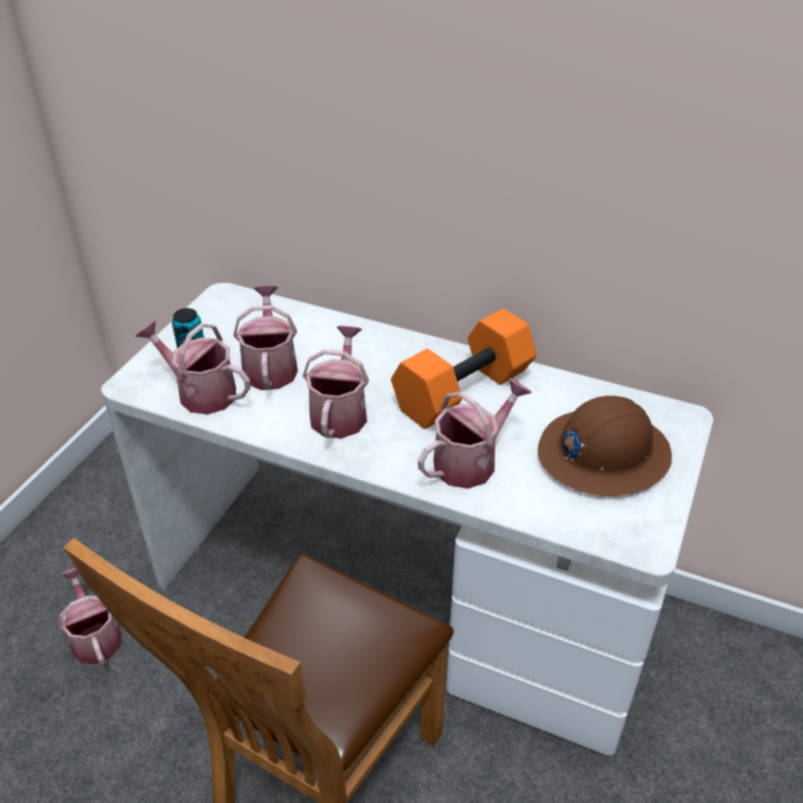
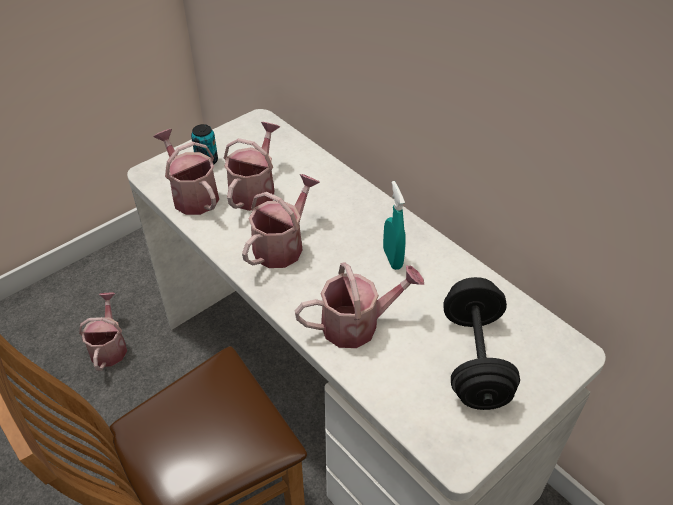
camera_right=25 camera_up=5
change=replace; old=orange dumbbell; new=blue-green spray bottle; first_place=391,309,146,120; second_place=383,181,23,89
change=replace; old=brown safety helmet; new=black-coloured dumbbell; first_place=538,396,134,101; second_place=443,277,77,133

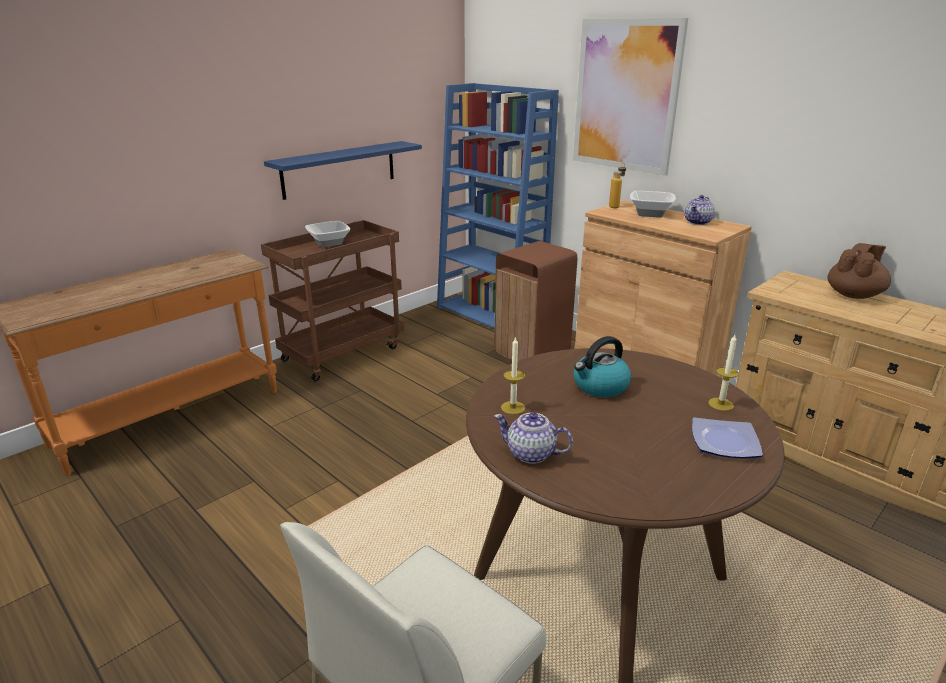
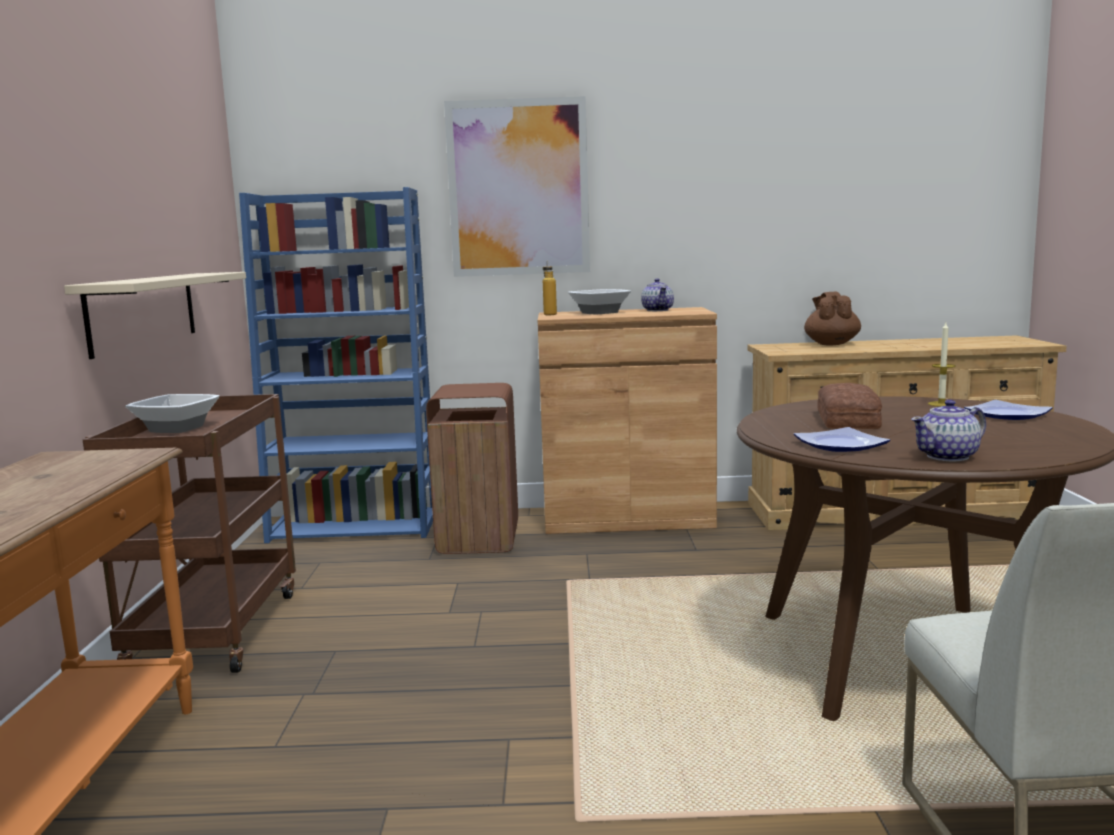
camera_right=-45 camera_up=-15
change=recolor; old=blue bracket shelf; new=beige-coloured bracket shelf; first_place=264,141,158,59; second_place=64,272,182,87
change=replace; old=wax candle; new=flat dish; first_place=501,336,24,79; second_place=794,427,96,25
change=replace; old=kettle; new=bread; first_place=573,336,58,61; second_place=817,383,65,46

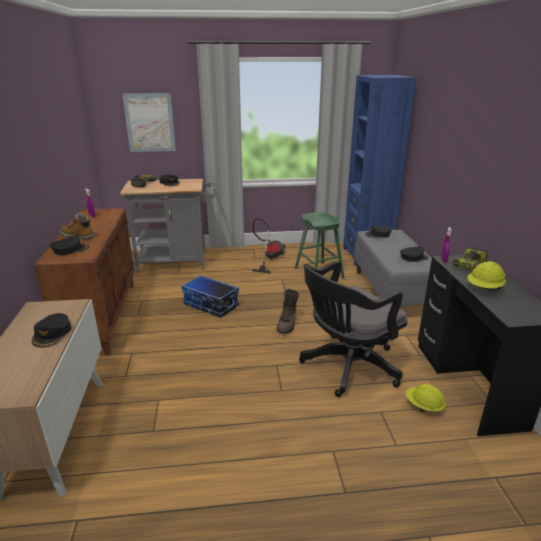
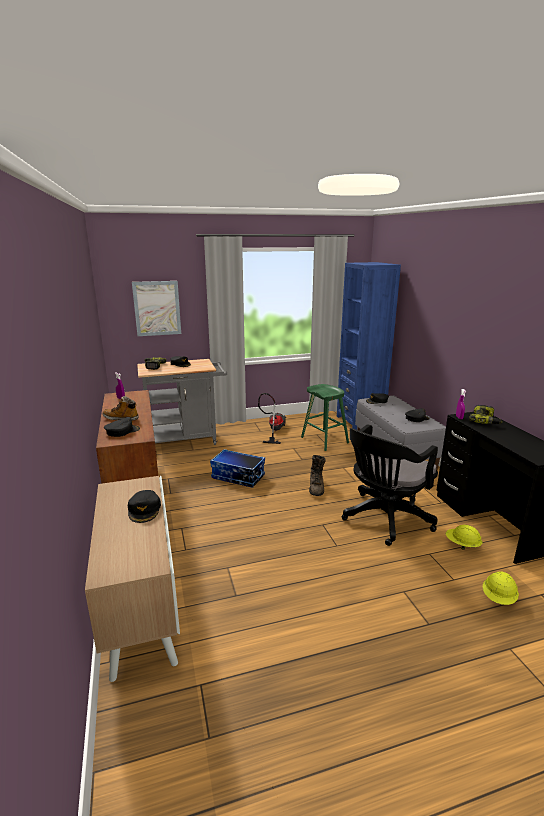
camera_right=-10 camera_up=-5
change=move; old=yellow safety helmet; first_place=467,261,39,30; second_place=483,571,36,34

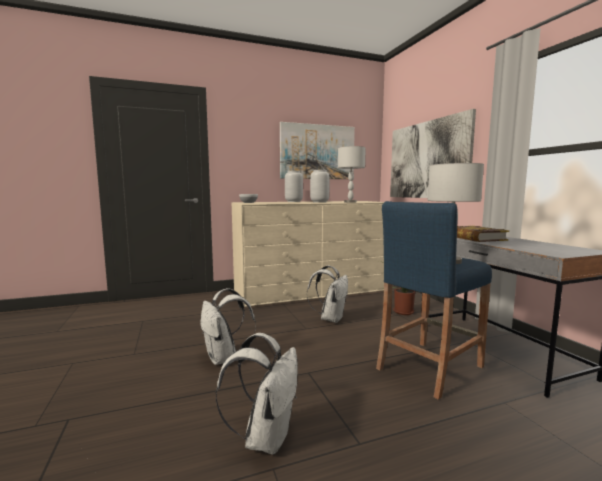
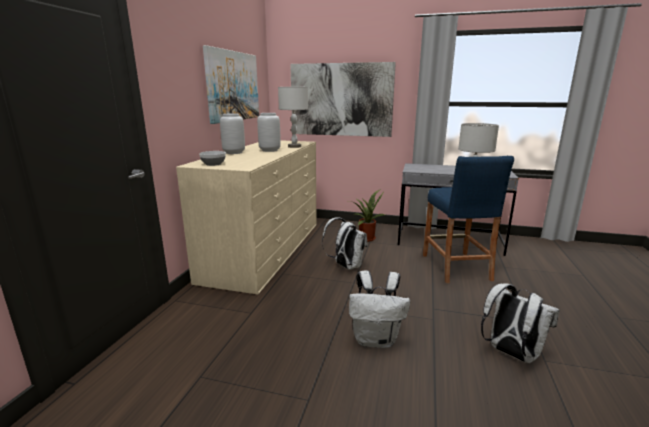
camera_right=-55 camera_up=10
change=delete; old=book; first_place=457,226,52,16

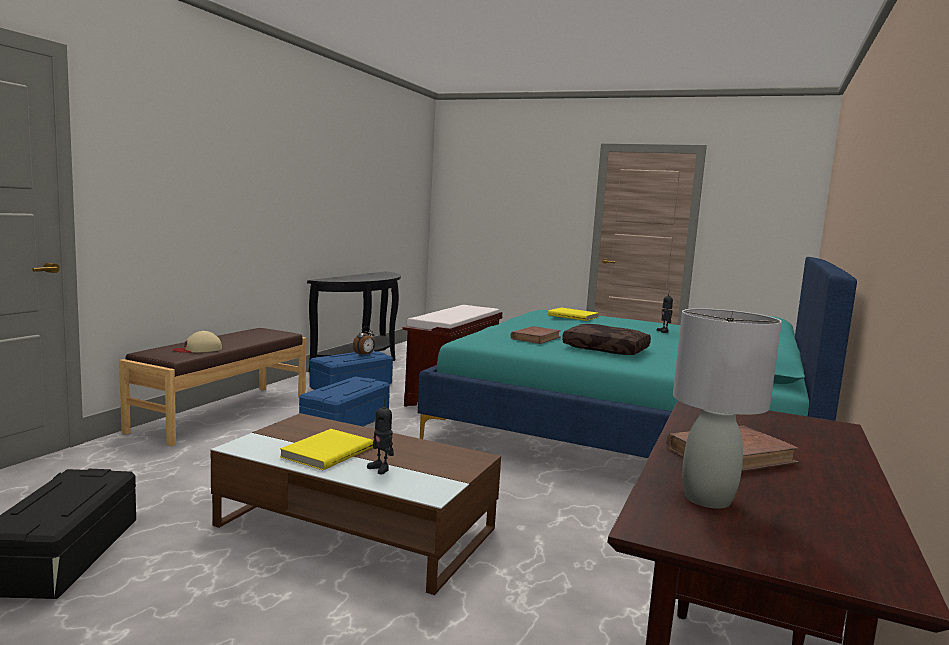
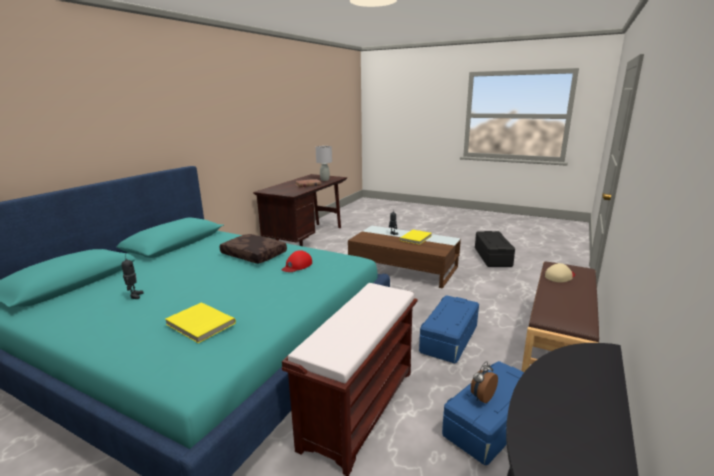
camera_right=-175 camera_up=10
change=replace; old=brown book; new=red-coloured peaked cap; first_place=511,326,50,18; second_place=281,250,31,22

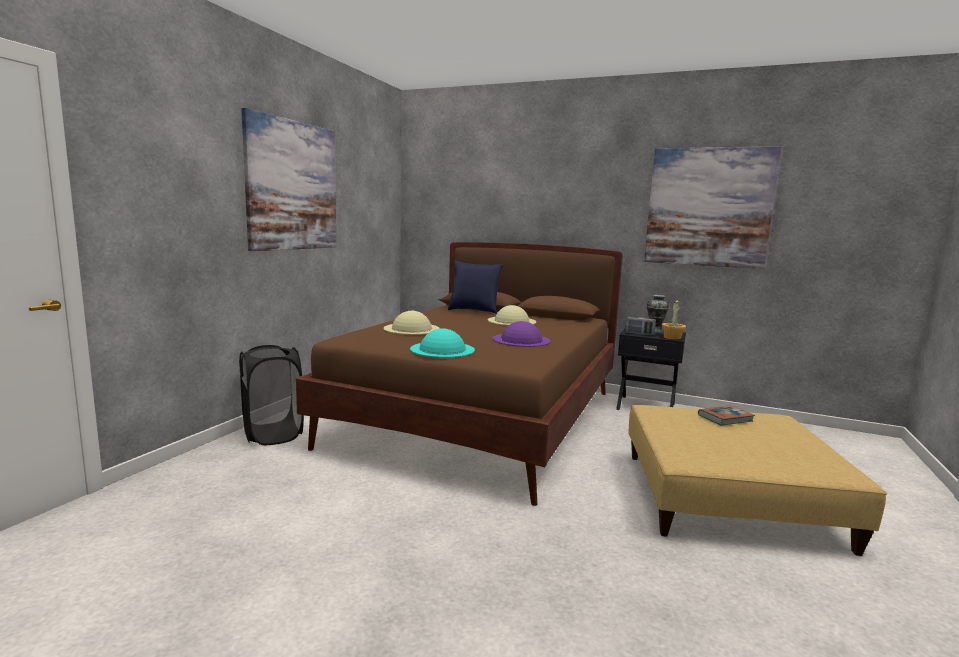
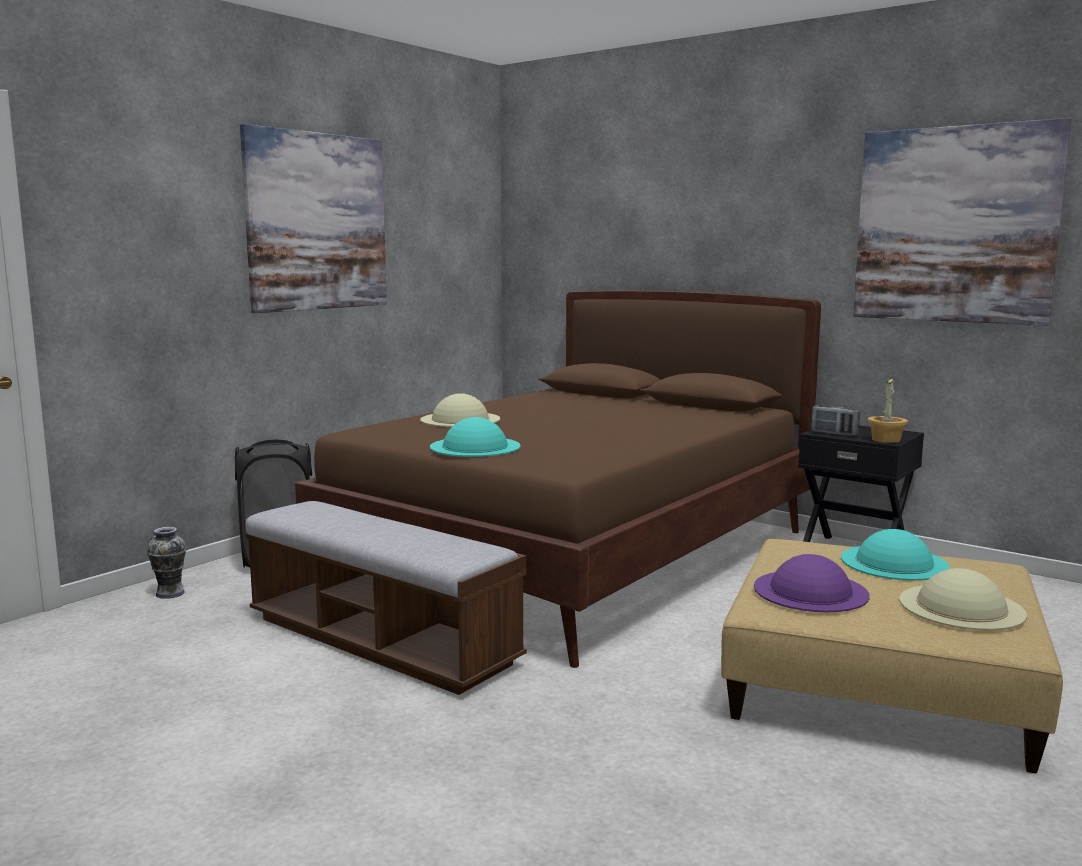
camera_right=15 camera_up=0
change=delete; old=blue cushion; first_place=448,261,55,53
change=move; old=beige-coloured wearable hat; first_place=488,305,48,21; second_place=899,568,128,63
change=move; old=purple-coloured wearable hat; first_place=493,321,58,26; second_place=754,554,116,58
change=move; old=flower vase; first_place=646,295,23,39; second_place=147,527,40,72
change=replace; old=book; new=blue-green wearable hat; first_place=698,405,57,21; second_place=841,529,109,52
change=insert; new=bench; second_place=244,501,283,194

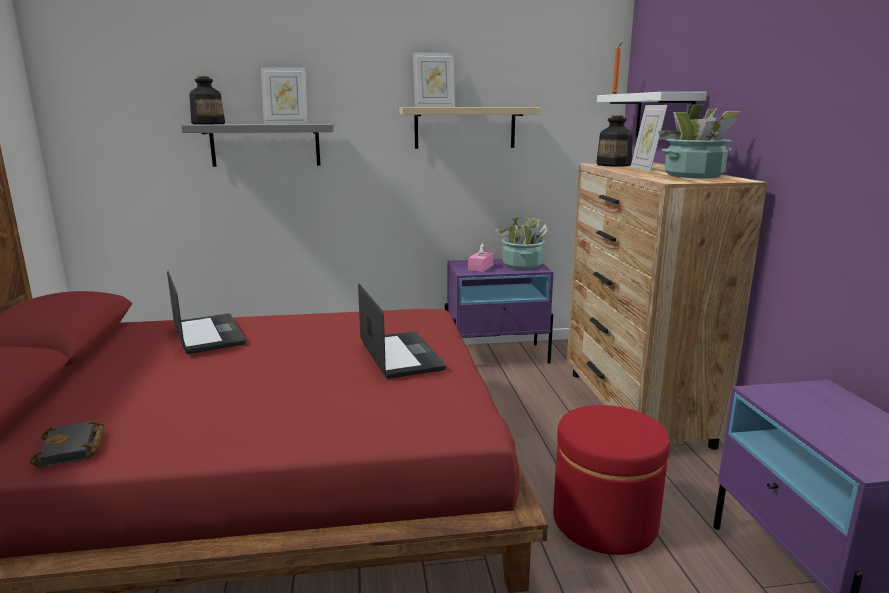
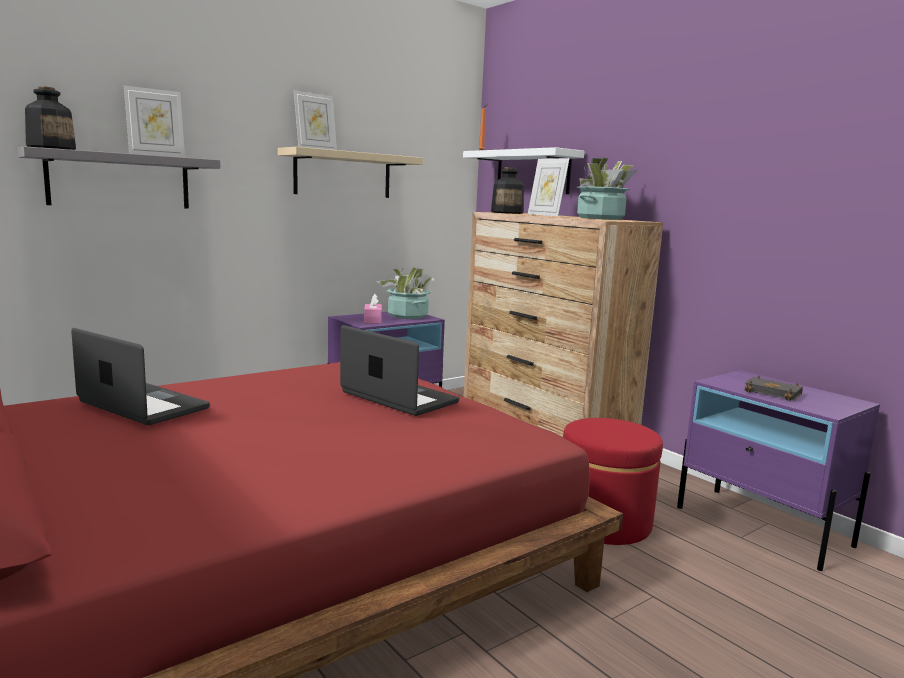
camera_right=-30 camera_up=-5
change=move; old=black-coloured book; first_place=29,420,75,48; second_place=744,375,59,26

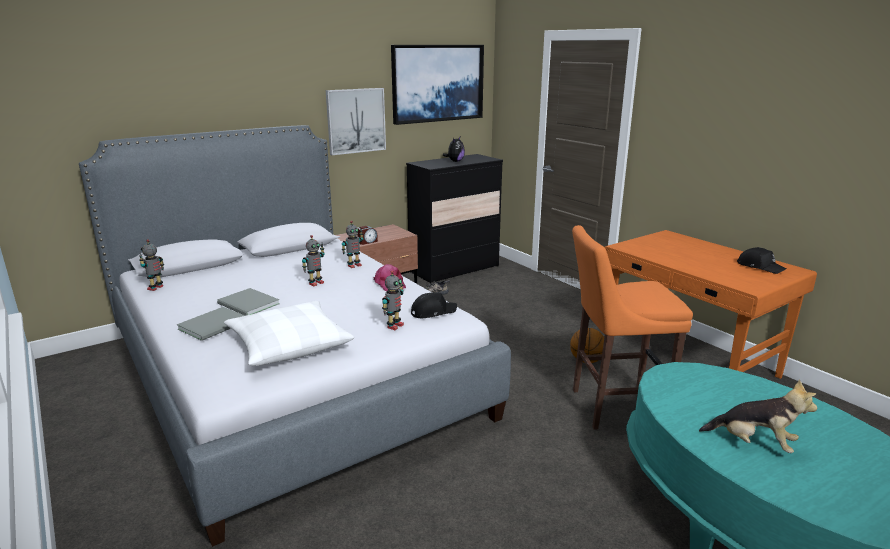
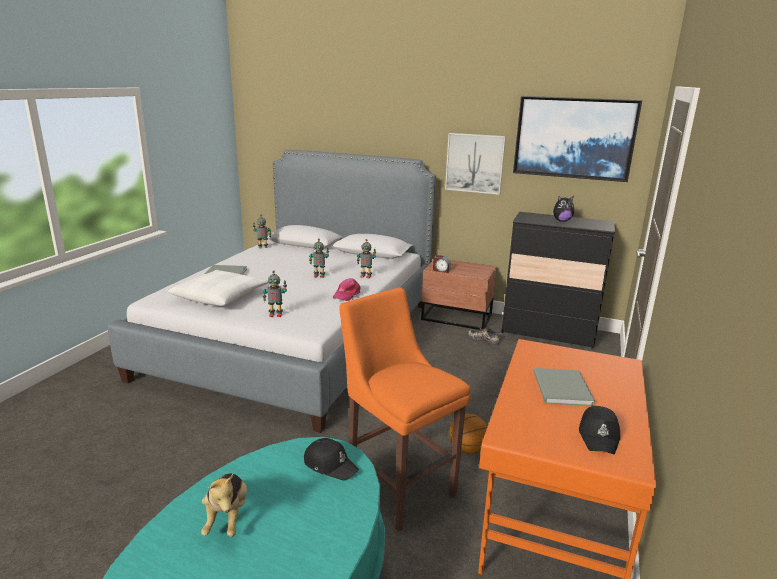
camera_right=55 camera_up=0
change=move; old=gray book; first_place=217,288,63,28; second_place=534,368,61,38
change=move; old=black-coloured peaked cap; first_place=411,292,46,26; second_place=304,438,55,42

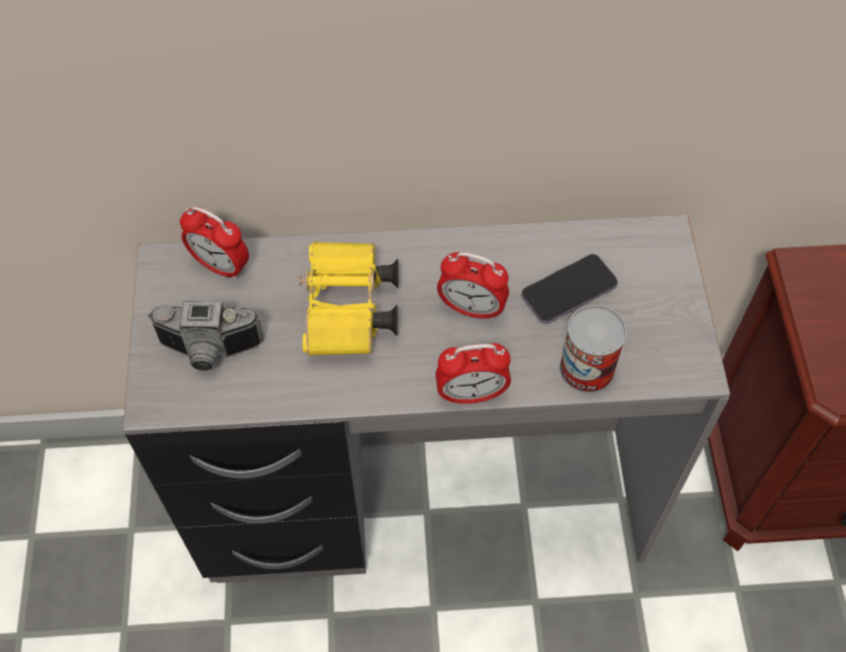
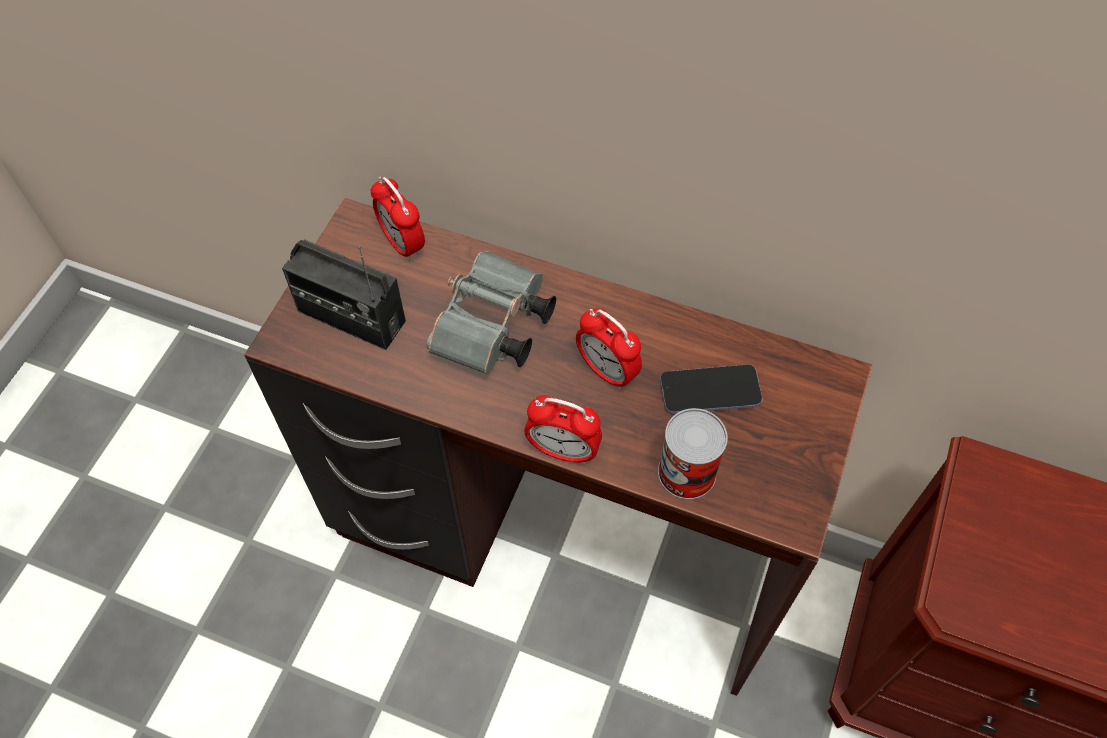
camera_right=25 camera_up=0
change=recolor; old=gray desk unit; new=brown desk unit; first_place=123,215,607,368; second_place=244,198,628,498
change=replace; old=photo camera; new=radio; first_place=147,300,117,71; second_place=282,239,124,111
change=recolor; old=yellow field glasses; new=gray field glasses; first_place=299,242,100,114; second_place=426,251,130,124

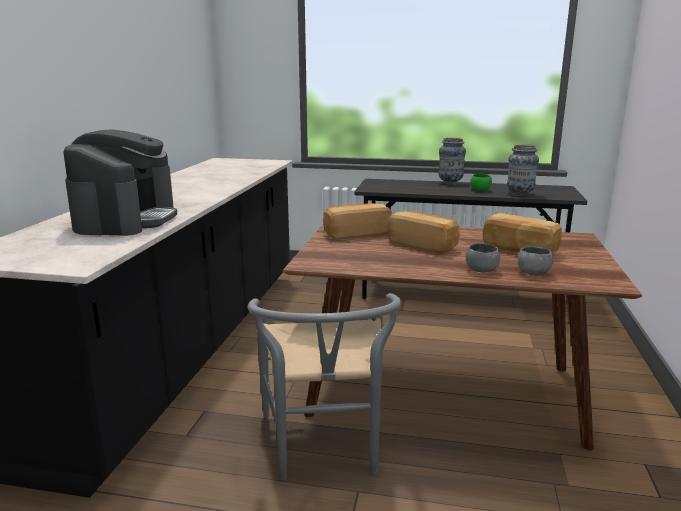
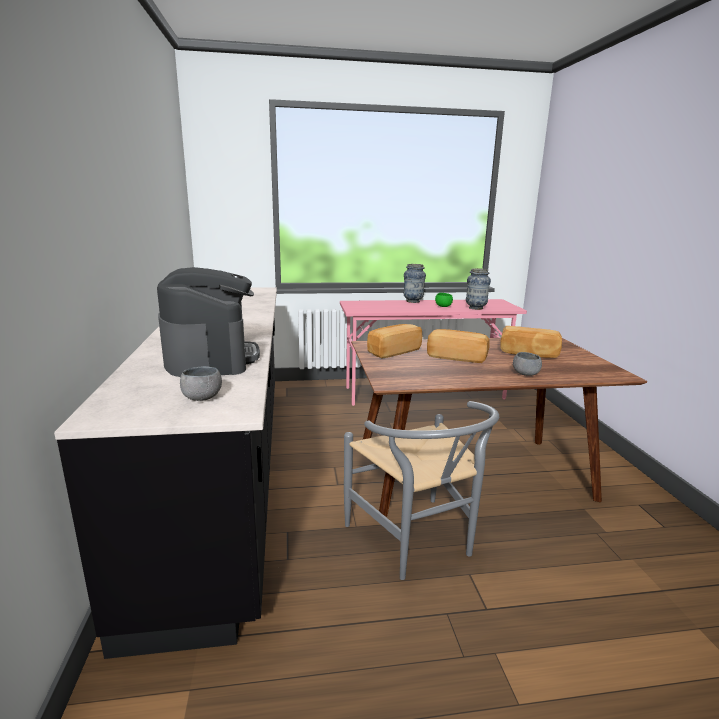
camera_right=-20 camera_up=0
change=recolor; old=gray desk unit; new=pink-coloured desk unit; first_place=354,179,233,120; second_place=340,299,187,107
change=move; old=gray serving bowl; first_place=518,247,35,28; second_place=180,366,42,35

